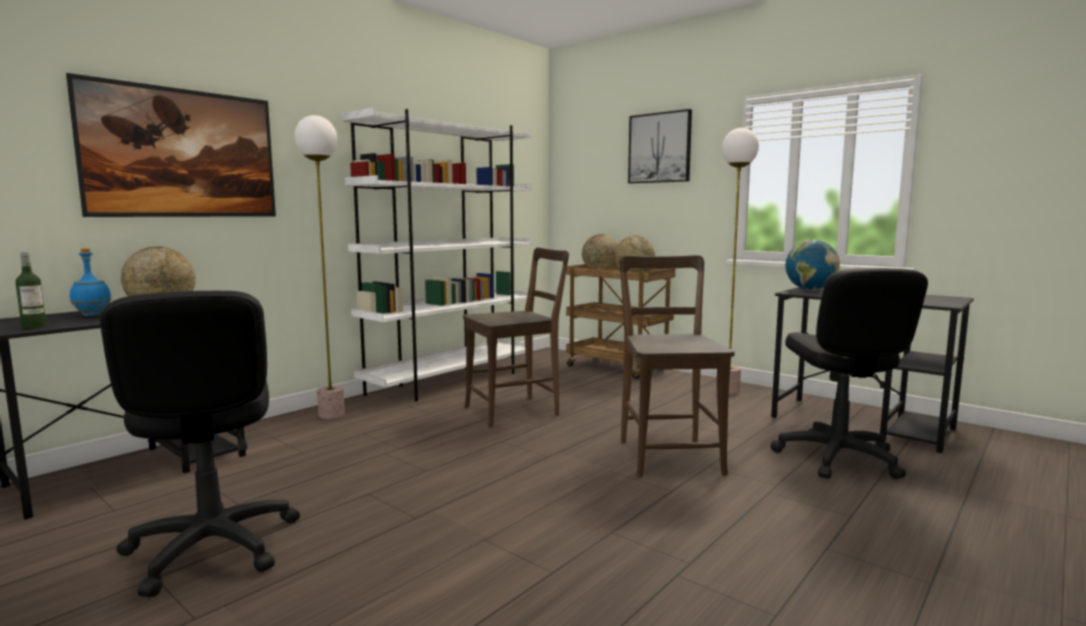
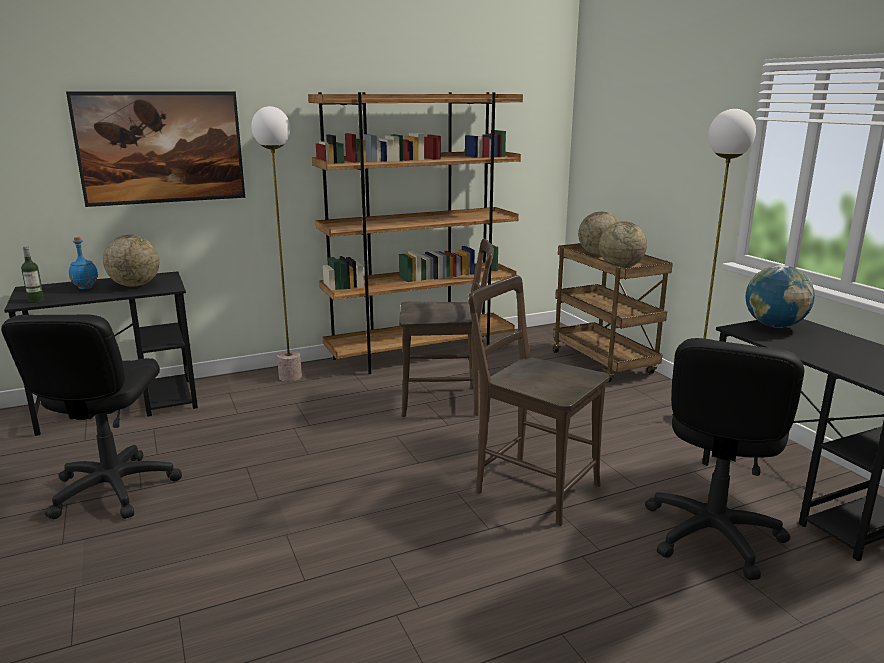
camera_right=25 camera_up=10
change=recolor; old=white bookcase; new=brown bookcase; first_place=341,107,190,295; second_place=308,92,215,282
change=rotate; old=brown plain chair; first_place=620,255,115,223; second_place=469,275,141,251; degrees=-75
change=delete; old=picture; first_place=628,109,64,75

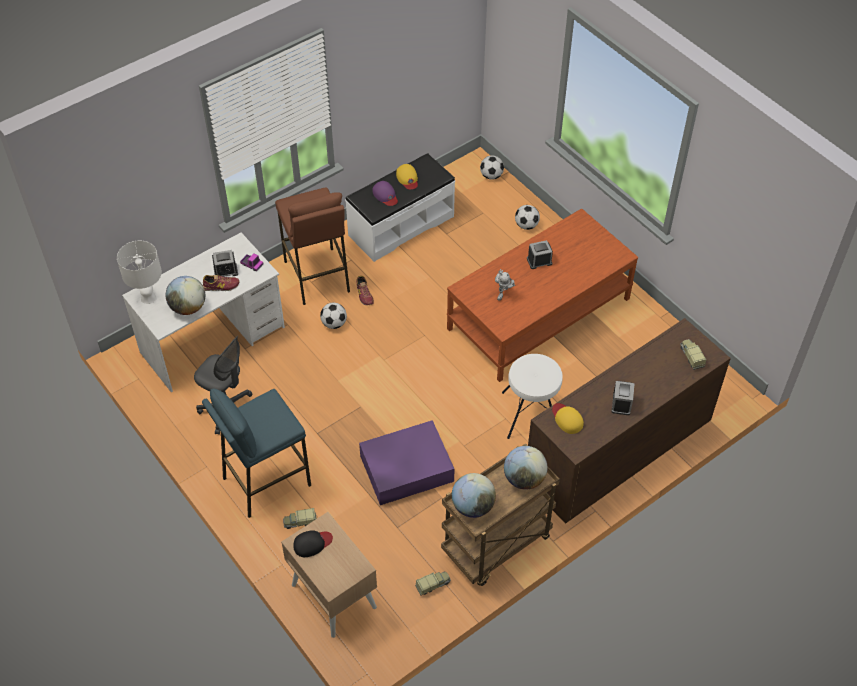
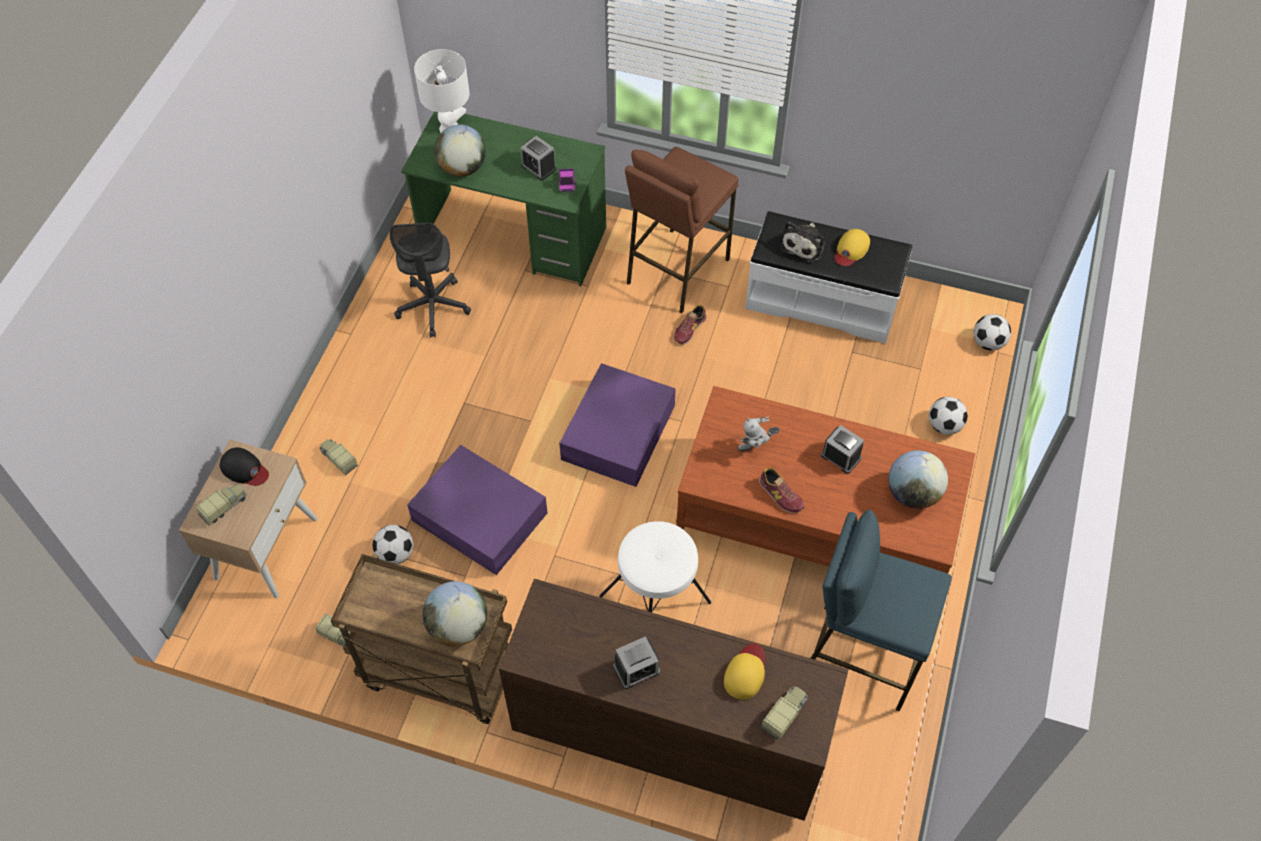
camera_right=55 camera_up=5
change=recolor; old=white desk unit; new=greenish desk unit; first_place=122,232,163,160; second_place=401,111,205,175
change=move; old=blue stool; first_place=202,389,109,129; second_place=811,510,141,202
change=move; old=low shoe; first_place=203,275,36,16; second_place=759,468,46,45
change=move; old=football; first_place=320,303,27,26; second_place=372,525,41,39
change=replace; old=purple-coloured peaked cap; new=cuddly toy; first_place=373,181,25,25; second_place=780,222,45,41
change=move; old=globe; first_place=452,473,44,45; second_place=888,450,60,59
change=move; old=yellow peaked cap; first_place=552,403,32,31; second_place=724,644,41,56
change=insert; new=toy truck; second_place=195,484,52,42
change=insert; new=purple-coloured storage bin; second_place=559,363,117,124

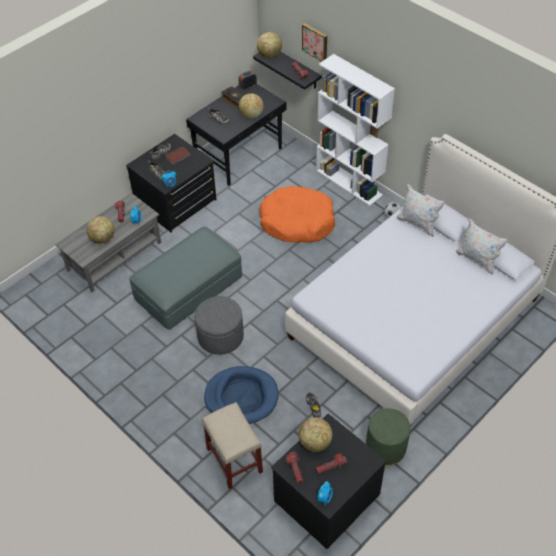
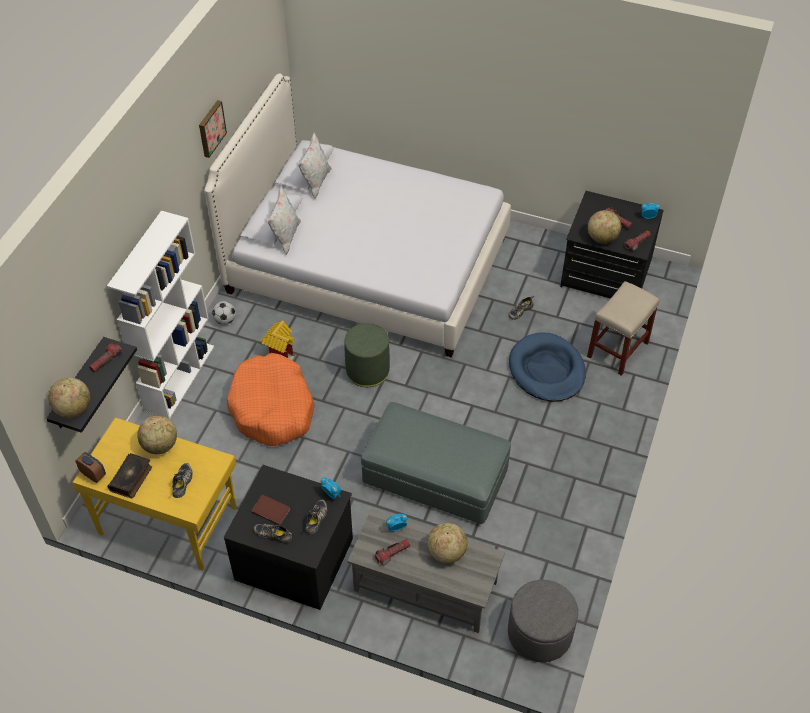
camera_right=-115 camera_up=0
change=recolor; old=black-coloured desk unit; new=yellow desk unit; first_place=186,84,100,102; second_place=72,418,165,153
change=move; old=gray footrest; first_place=195,296,49,59; second_place=508,580,70,82
change=move; old=picture; first_place=302,23,25,39; second_place=199,100,28,58
change=move; old=greenish footrest; first_place=366,408,44,58; second_place=344,323,46,64
change=insert; new=toy house; second_place=261,320,34,40

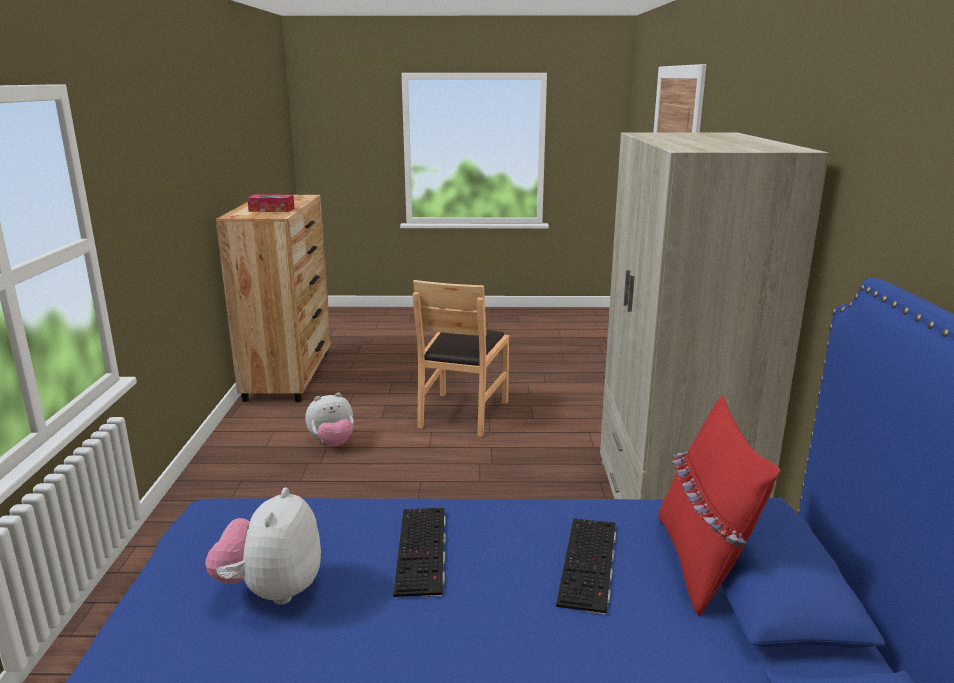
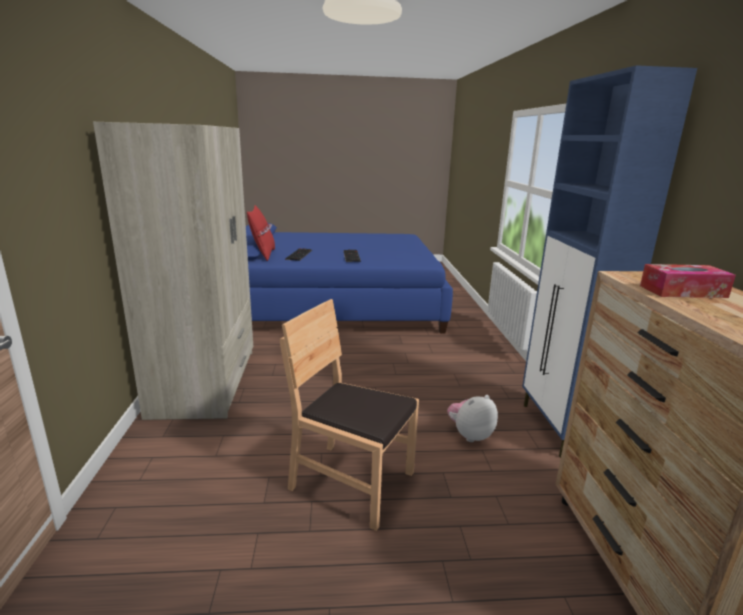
camera_right=175 camera_up=0
change=delete; old=cuddly toy; first_place=205,488,116,117
change=rotate; old=brown plain chair; first_place=413,280,96,157; second_place=280,299,139,232; degrees=-75
change=insert; new=blue cabinet; second_place=522,65,175,393

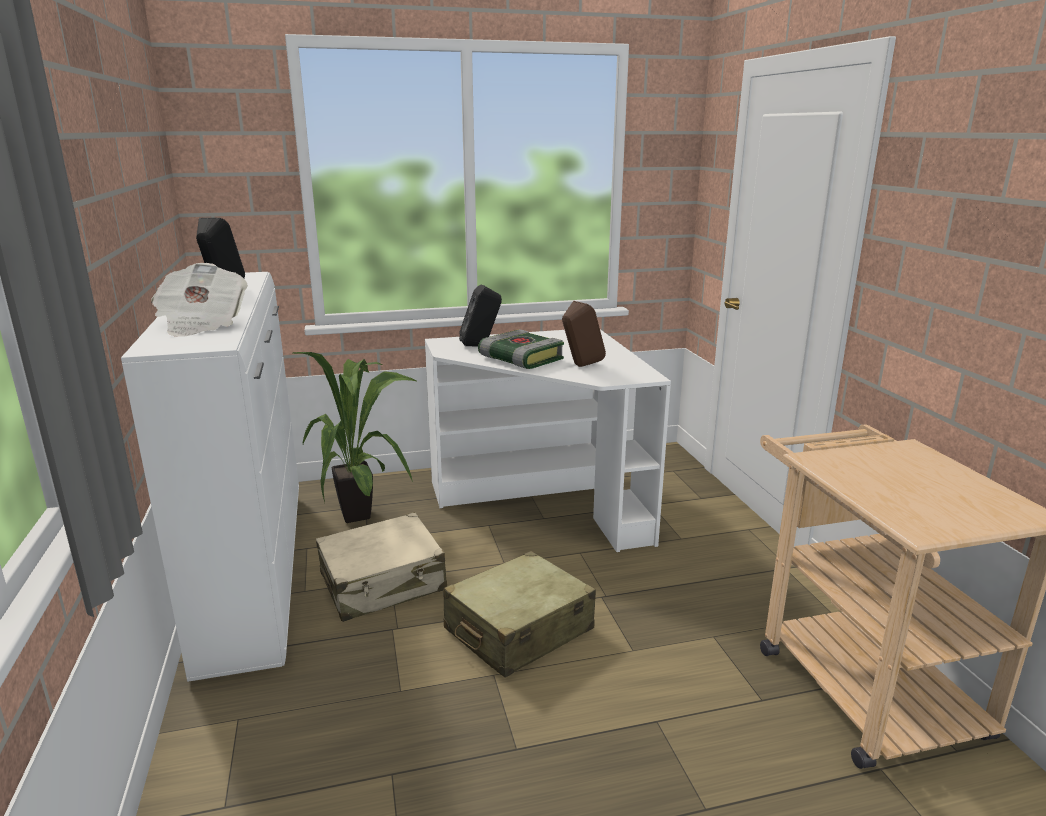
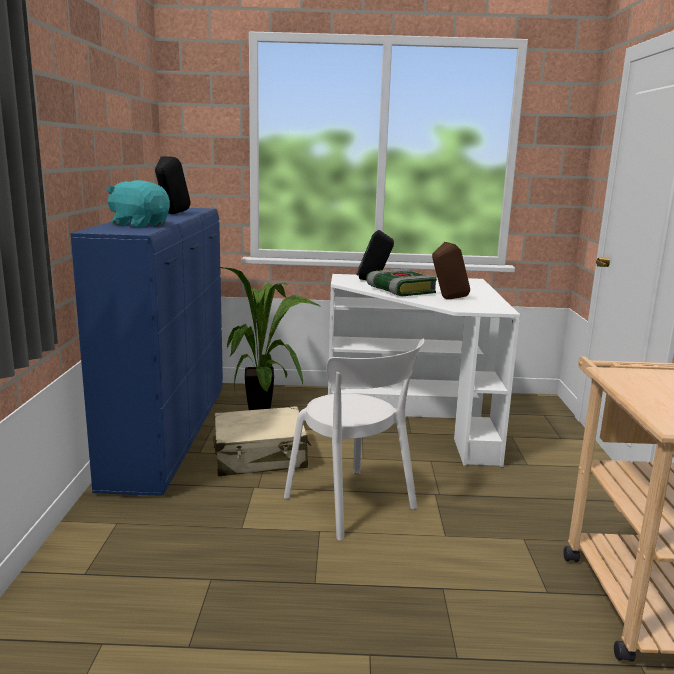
camera_right=15 camera_up=-5
change=recolor; old=white dresser; new=blue dresser; first_place=121,272,178,410; second_place=70,208,153,288
change=replace; old=daily paper; new=blue-green cuddly toy; first_place=151,263,97,74; second_place=106,180,64,47
change=replace; old=beige-coloured piece of luggage; new=white plain chair; first_place=443,551,153,127; second_place=284,339,141,202

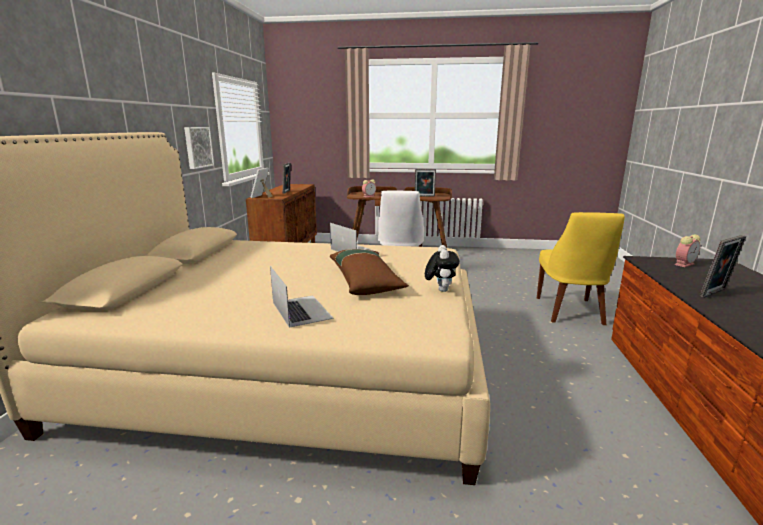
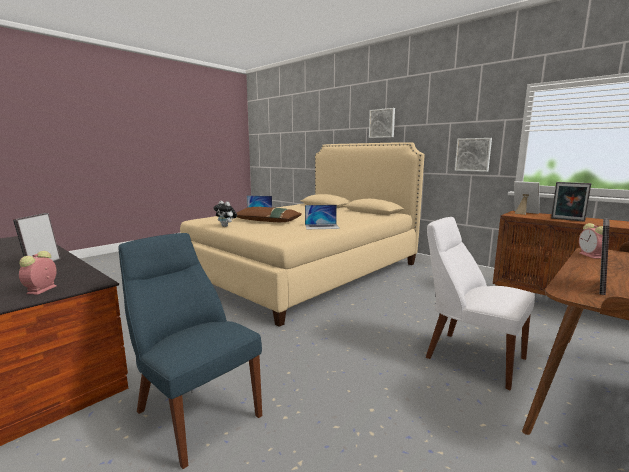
camera_right=125 camera_up=-5
change=recolor; old=yellow plain chair; new=blue plain chair; first_place=537,212,88,113; second_place=118,233,144,236
change=insert; new=picture; second_place=369,108,26,30

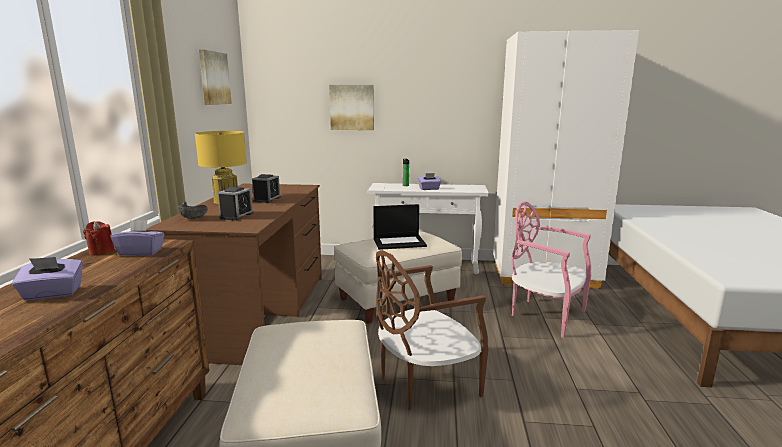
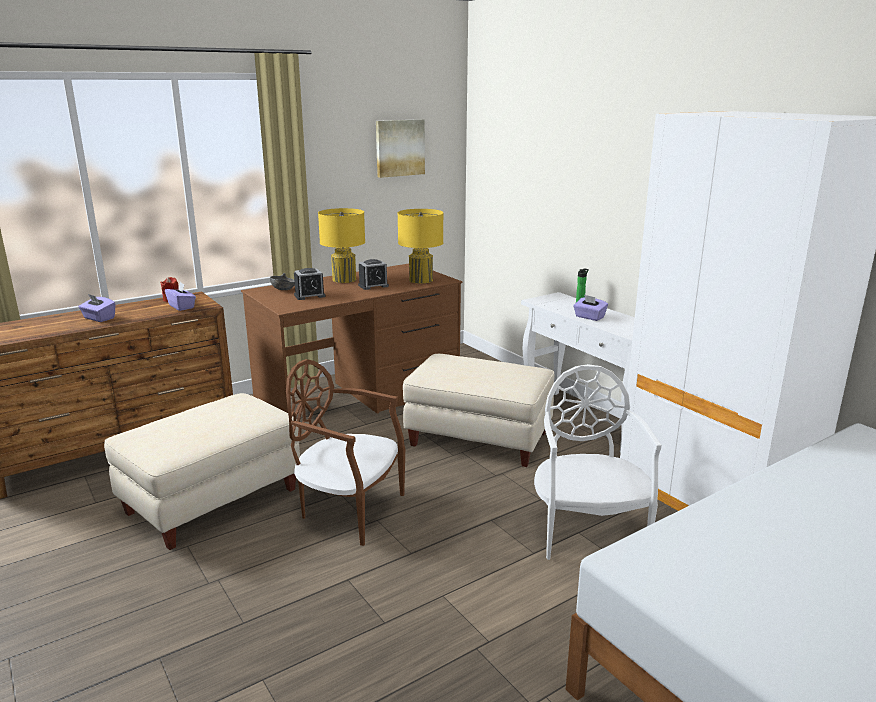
camera_right=50 camera_up=5
change=delete; old=picture; first_place=329,85,45,45
change=delete; old=notebook computer; first_place=373,204,54,46
change=recolor; old=pink-coloured plain chair; new=white plain chair; first_place=511,201,80,137; second_place=534,364,128,196
change=insert; new=yellow tabletop lamp; second_place=398,209,45,75

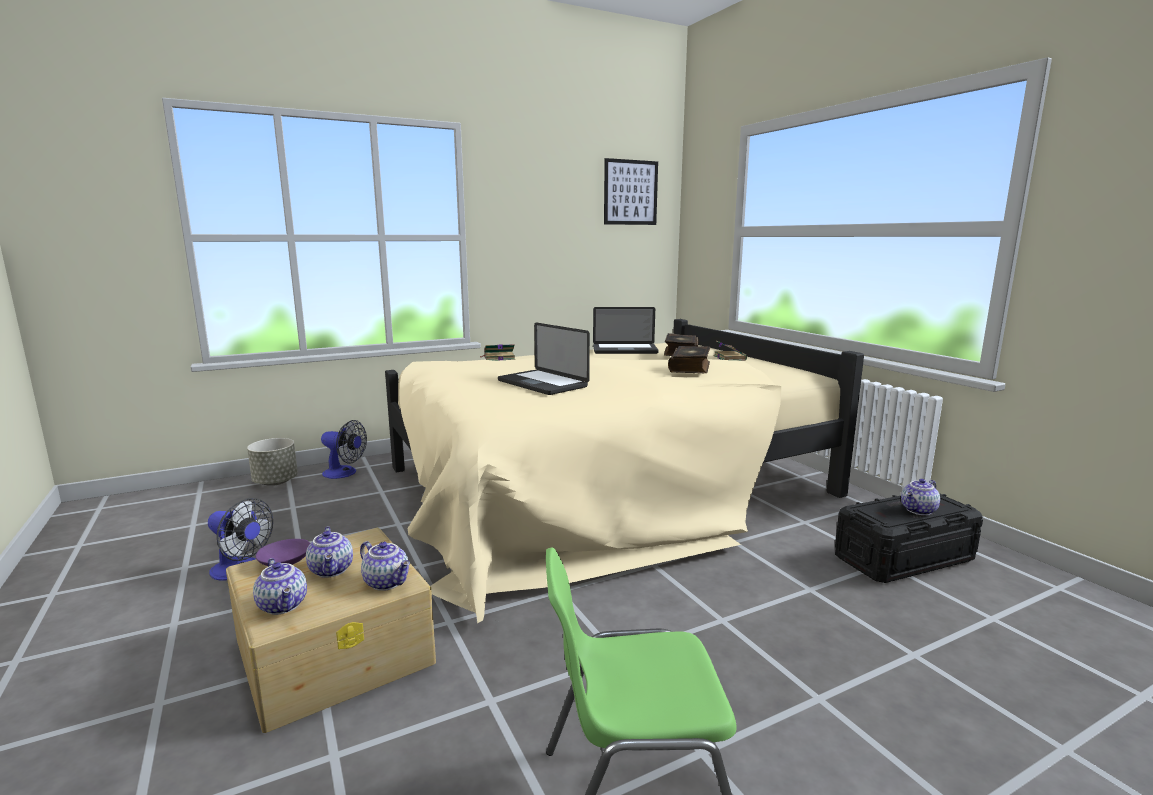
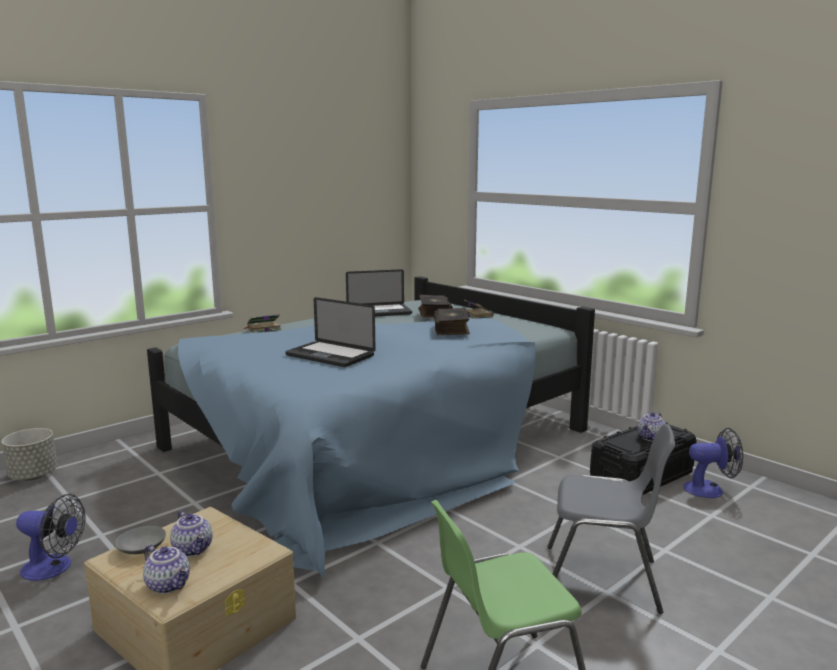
camera_right=-15 camera_up=0
change=recolor; old=purple-coloured serving bowl; new=gray serving bowl; first_place=256,539,55,27; second_place=115,526,51,28
change=move; old=fan; first_place=321,420,46,59; second_place=683,428,60,70
change=delete; old=tea pot; first_place=360,541,50,50
change=recolor; old=beige-coloured bedroom bed; new=blue bedroom bed; first_place=385,319,479,304; second_place=147,276,448,303
change=delete; old=picture; first_place=604,158,54,67
change=insert; new=gray plain chair; second_place=547,423,128,191

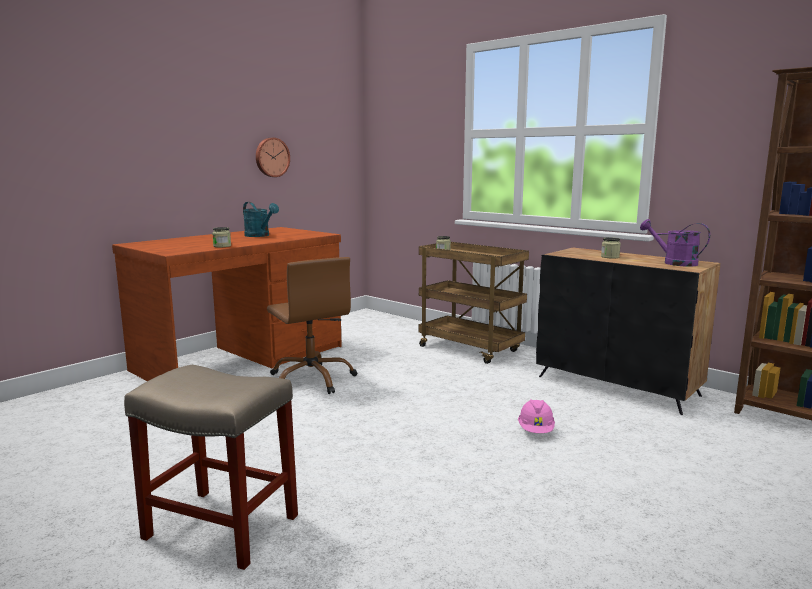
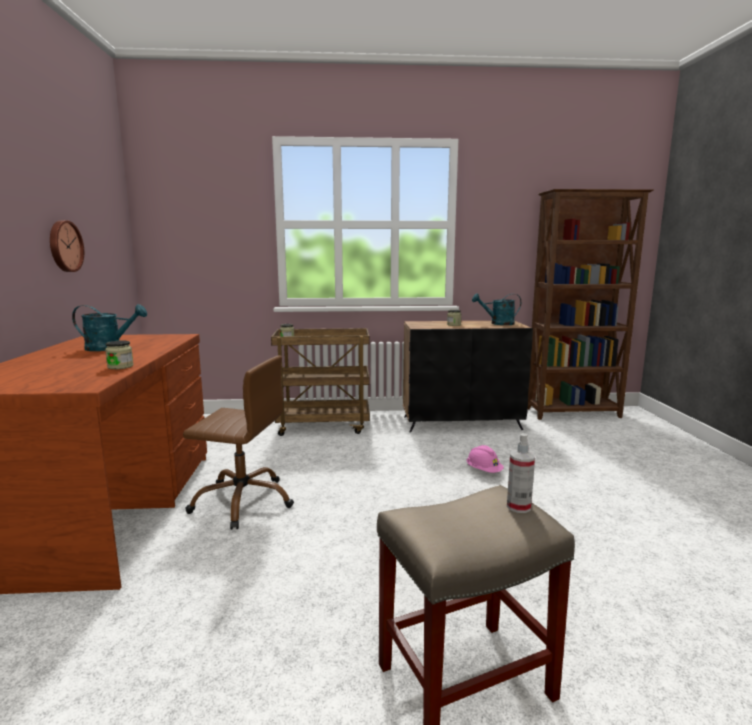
camera_right=-45 camera_up=0
change=recolor; old=purple-coloured watering pot; new=blue-green watering pot; first_place=640,219,70,48; second_place=472,293,49,32
change=insert; new=spray bottle; second_place=507,433,28,80

